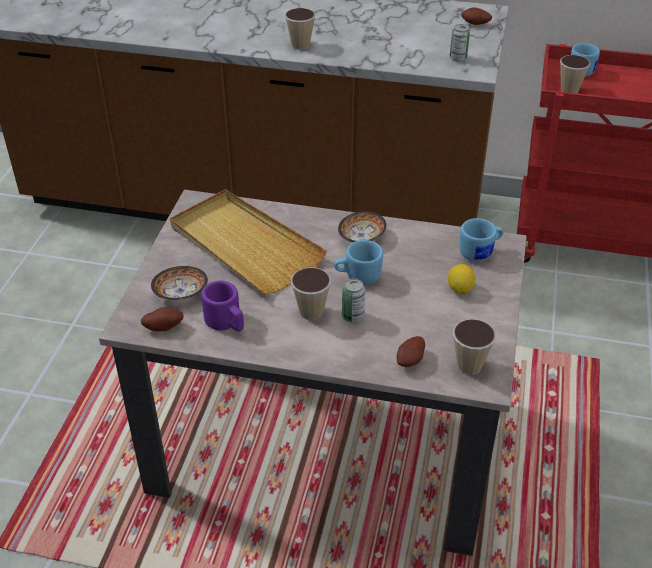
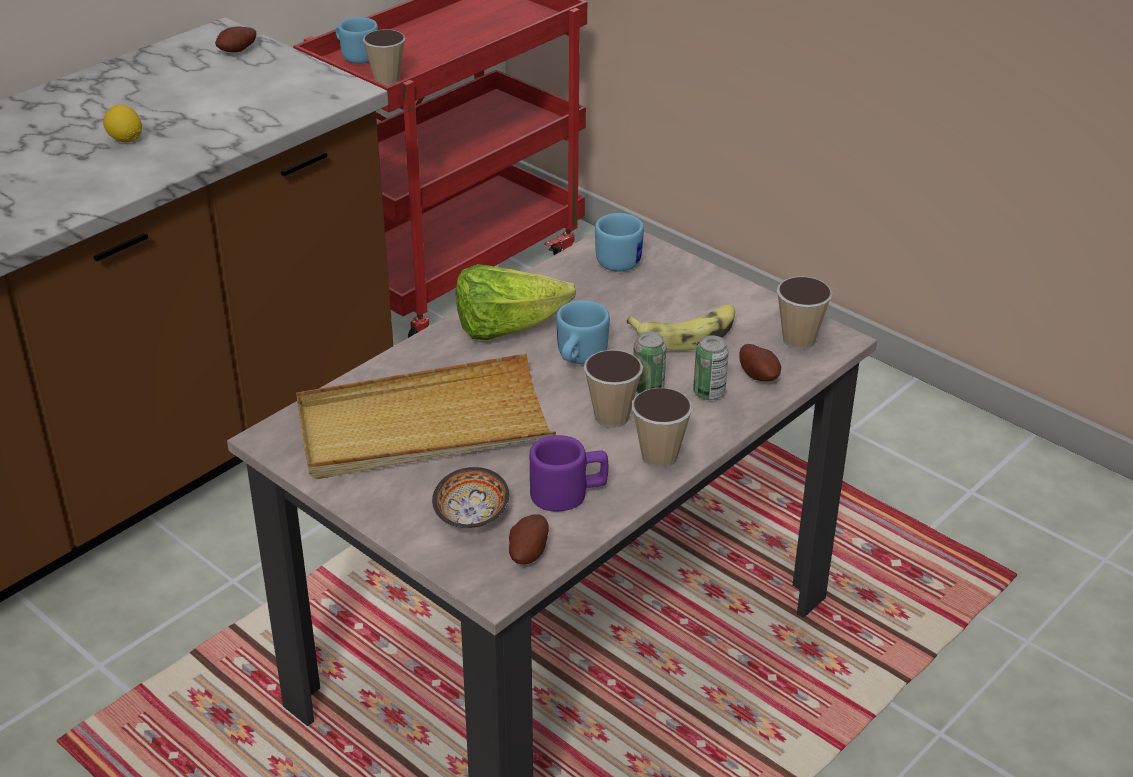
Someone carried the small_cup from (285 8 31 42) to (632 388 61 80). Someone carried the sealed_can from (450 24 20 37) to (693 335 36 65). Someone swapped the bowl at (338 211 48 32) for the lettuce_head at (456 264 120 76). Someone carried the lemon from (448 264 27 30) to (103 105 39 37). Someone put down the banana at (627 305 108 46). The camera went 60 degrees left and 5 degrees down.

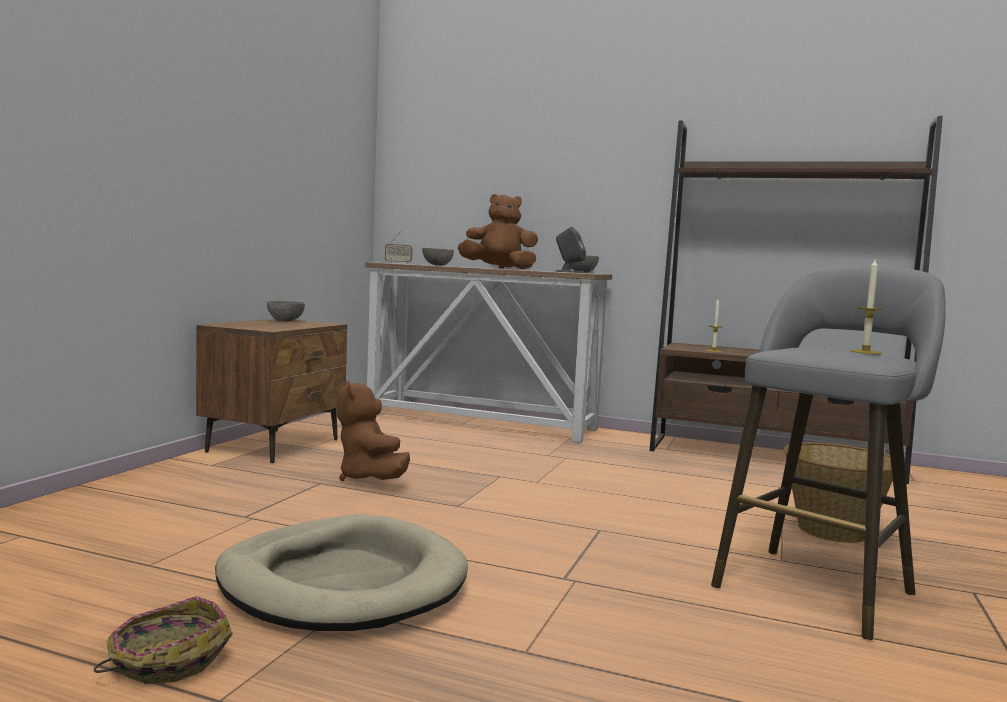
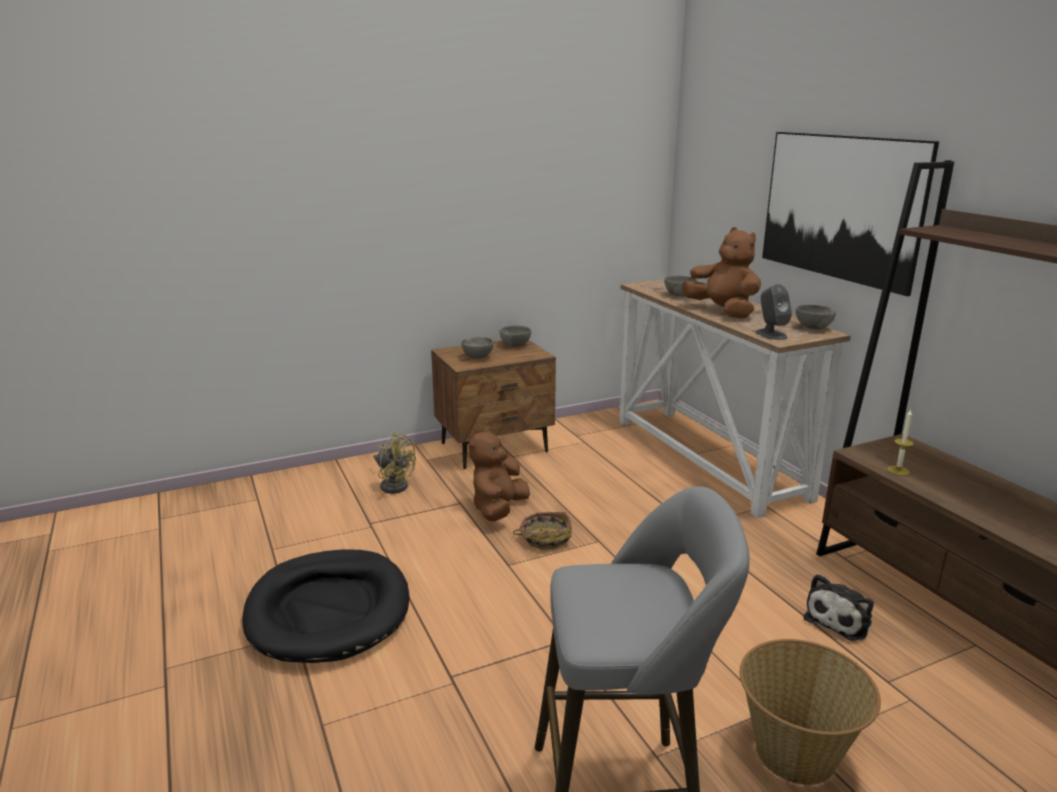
Someone took away the radio_set at (385 231 27 33). Someone took away the wax_light at (850 260 34 94). Someone repainted the beige-coloured_dog_cushion at (215 514 253 117), which became the blackish_dog_cushion at (242 549 168 114). Someone carried the household_basket from (94 596 139 88) to (513 512 58 38). Someone put up the wall_picture at (762 132 177 165). Someone put down the greyish_bowl at (461 337 33 22). Someone put down the yellow-coloured_electric_fan at (374 433 42 61). Someone put down the cuddly_toy at (804 574 70 67). The camera went 45 degrees right and 15 degrees up.

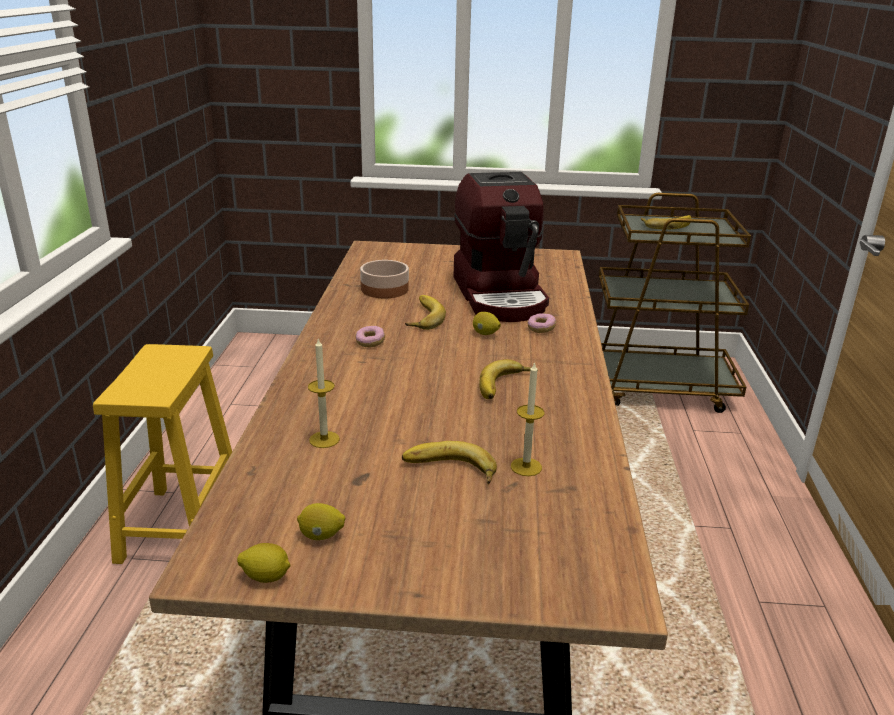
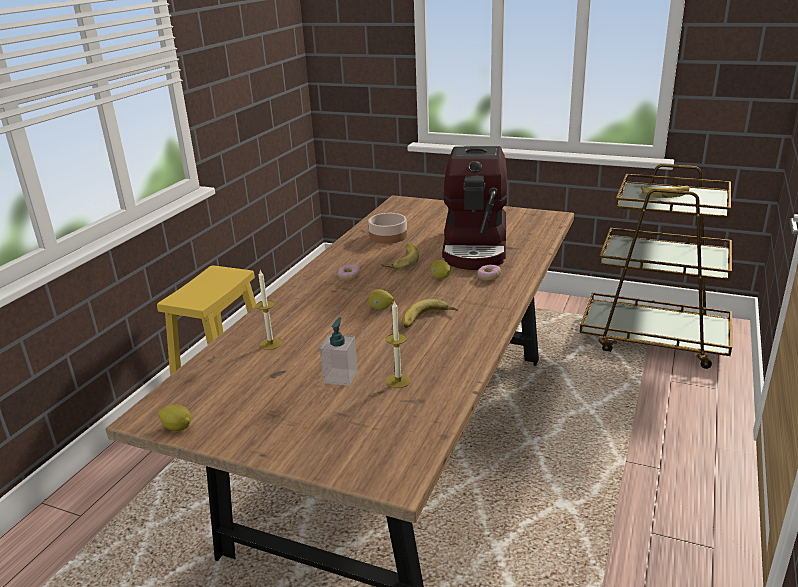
Someone swapped the banana at (402 441 95 43) for the liquid_soap_bottle at (320 317 38 69). Someone carried the lemon from (297 503 48 37) to (369 289 25 21). The camera went 20 degrees right and 0 degrees up.

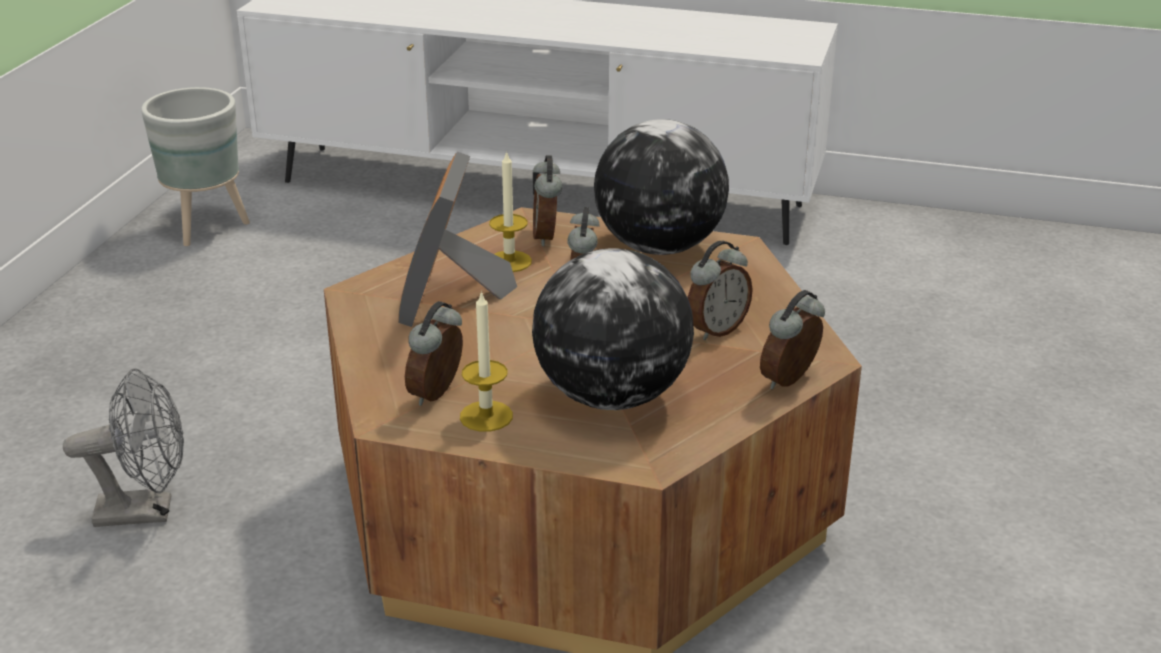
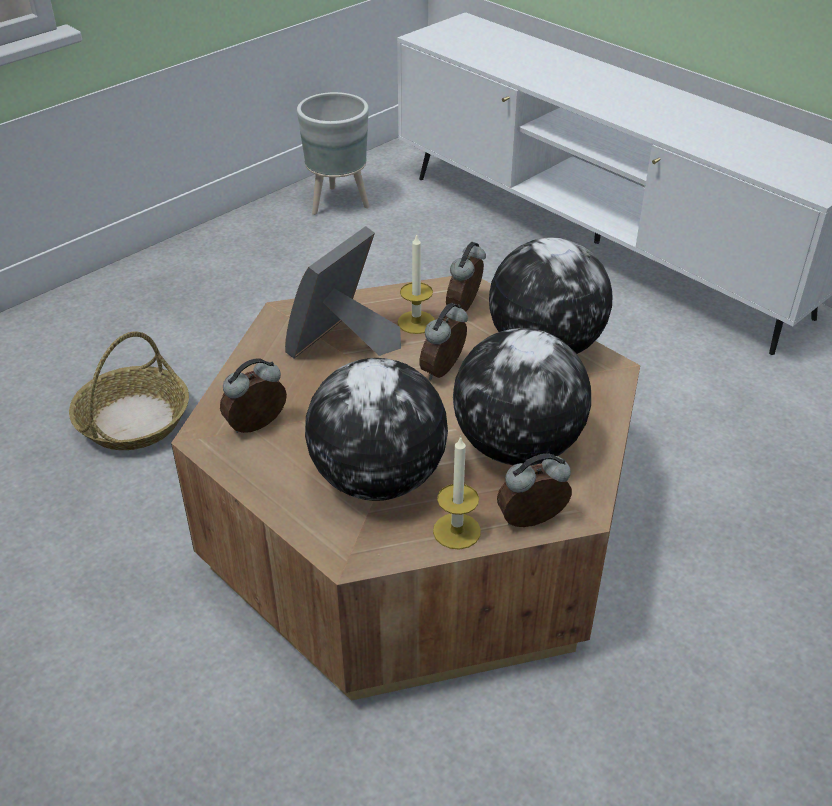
Someone swapped the table_clock at (688 241 65 99) for the globe at (453 328 138 138). Someone carried the wax_light from (460 290 53 142) to (433 436 48 114). Someone swapped the greyish_electric_fan at (63 368 121 159) for the household_basket at (69 331 120 119). The camera went 30 degrees right and 10 degrees up.

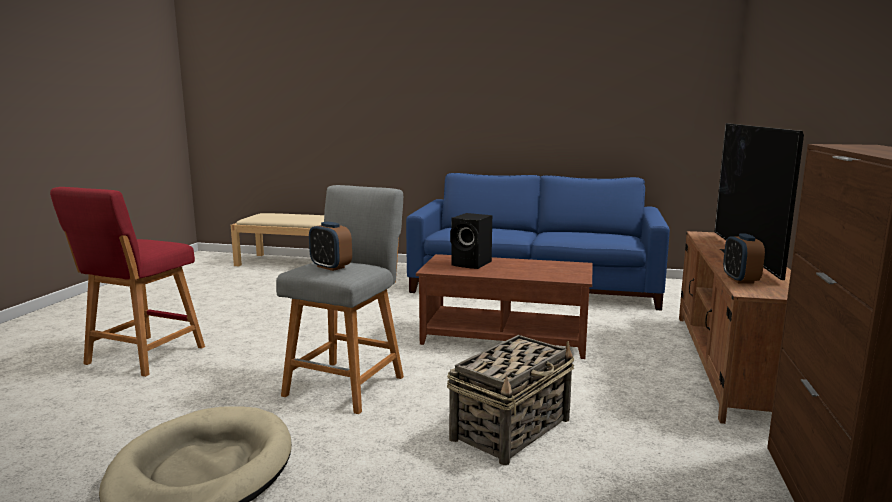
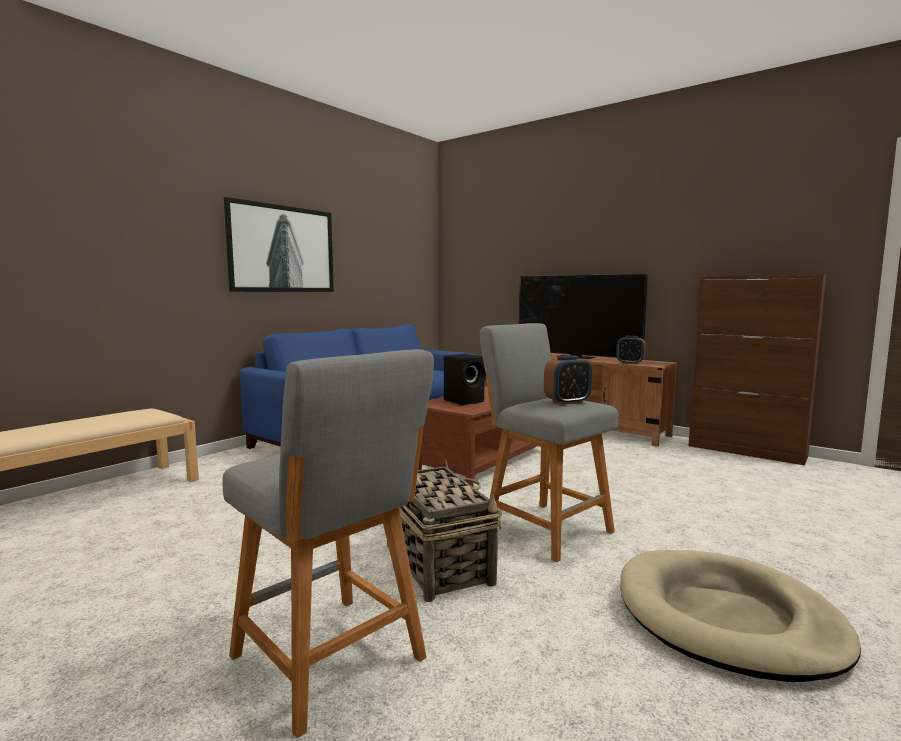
Someone repainted the red-coloured_stool_seat at (50 187 155 190), which became the greyish_stool_seat at (223 349 211 389). Someone carried the household_basket from (447 335 127 130) to (387 459 115 143). Someone put up the wall_picture at (224 197 110 95). The camera went 65 degrees left and 5 degrees down.

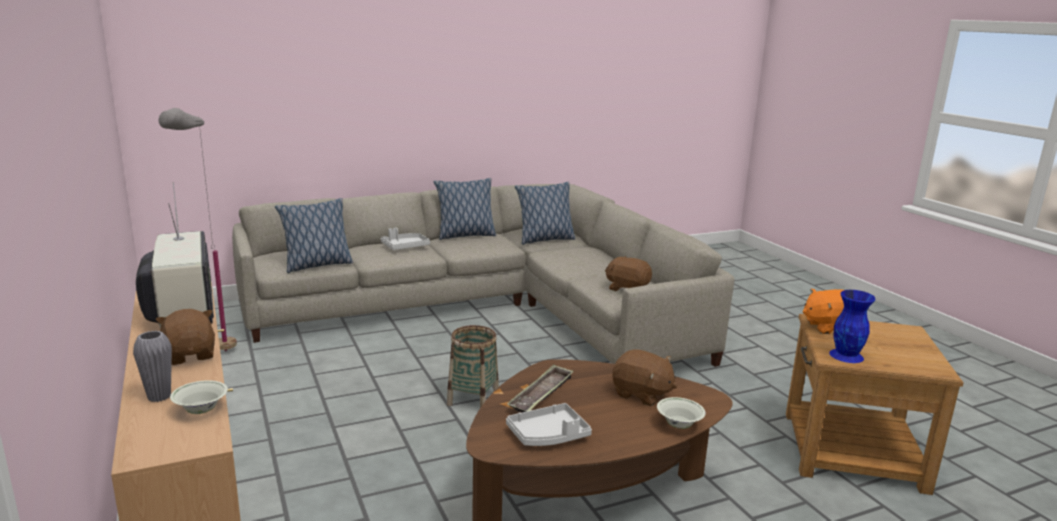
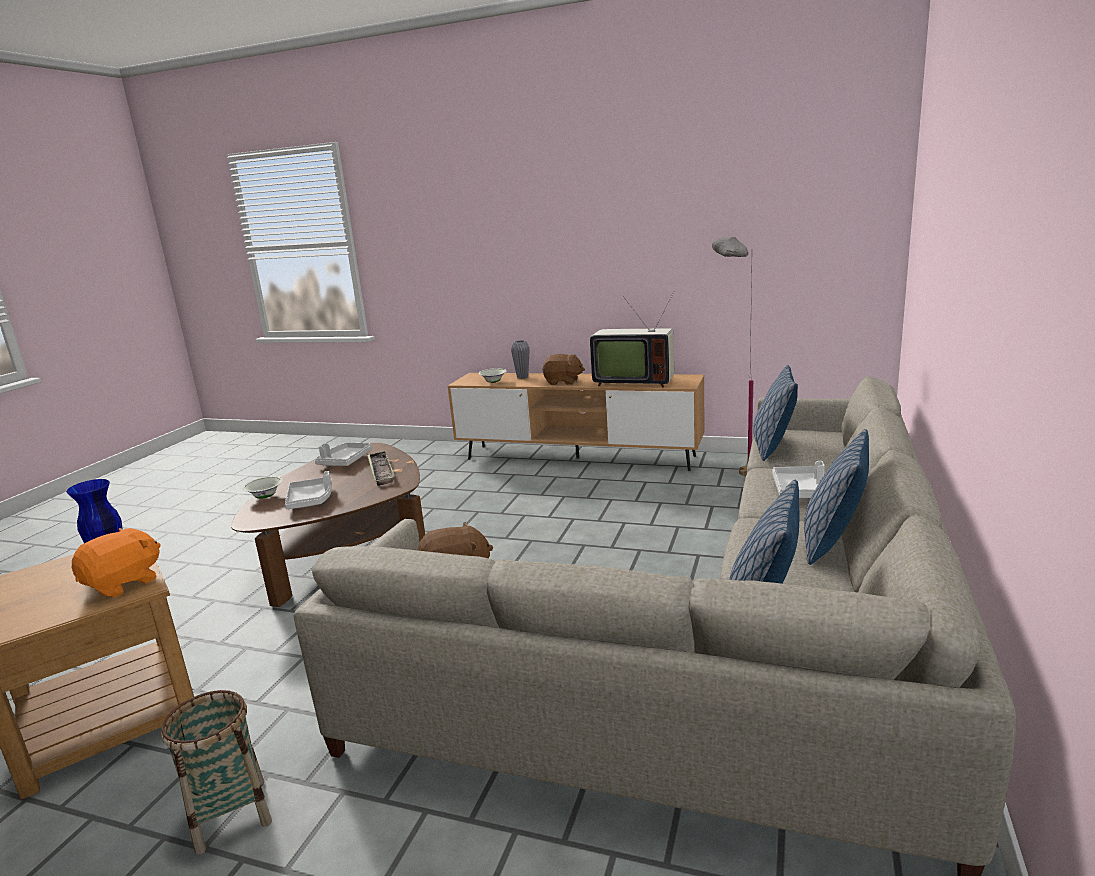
Someone carried the household_basket from (447 325 52 82) to (161 690 111 165). Someone swapped the brownish_cuddly_toy at (612 349 65 57) for the greyish_tray at (285 471 47 38). The camera went 135 degrees right and 0 degrees up.

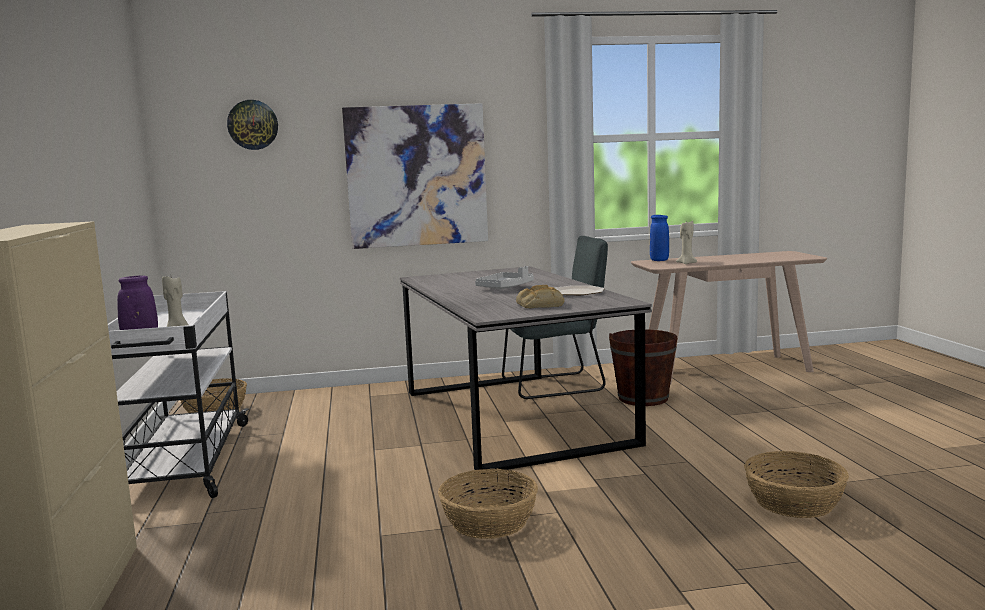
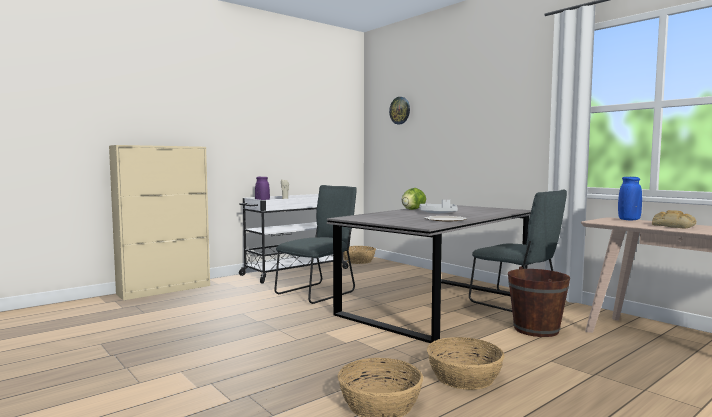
Someone took away the wall_picture at (342 103 146 146). Someone took away the beige-coloured_wax_light at (676 221 21 43). Someone carried the bakery_bread from (516 285 48 23) to (652 210 44 18). Someone carried the household_basket from (438 469 100 70) to (427 337 78 53). Someone put down the greyish_plain_chair at (274 185 83 119). Someone put down the lettuce_head at (402 188 24 22). The camera went 60 degrees right and 5 degrees down.

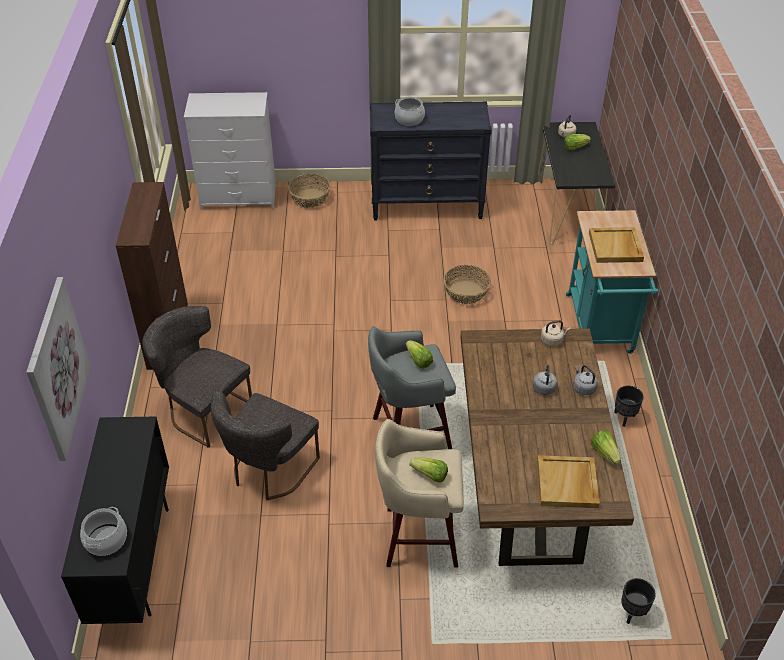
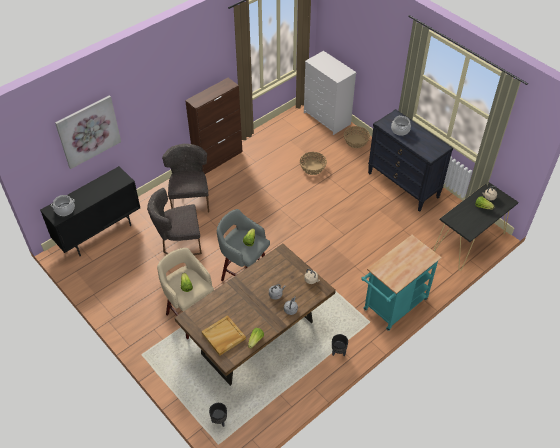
Someone took away the beige-coloured_tray at (589 227 55 36). Someone carried the household_basket from (443 265 48 39) to (300 152 27 23). The camera went 50 degrees right and 5 degrees up.

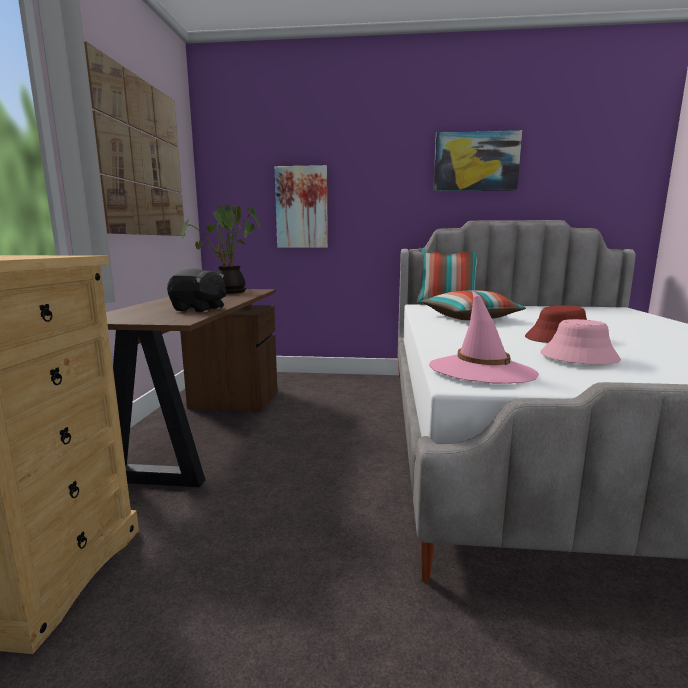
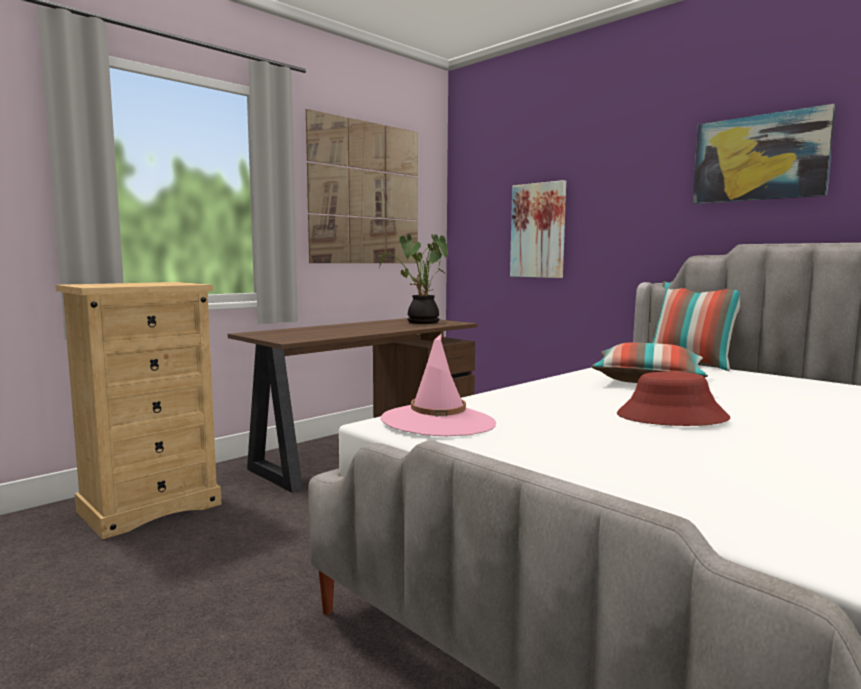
Someone took away the blackish_cuddly_toy at (167 269 59 43). Someone took away the pink-coloured_wearable_hat at (540 319 81 46). The camera went 40 degrees right and 5 degrees down.

